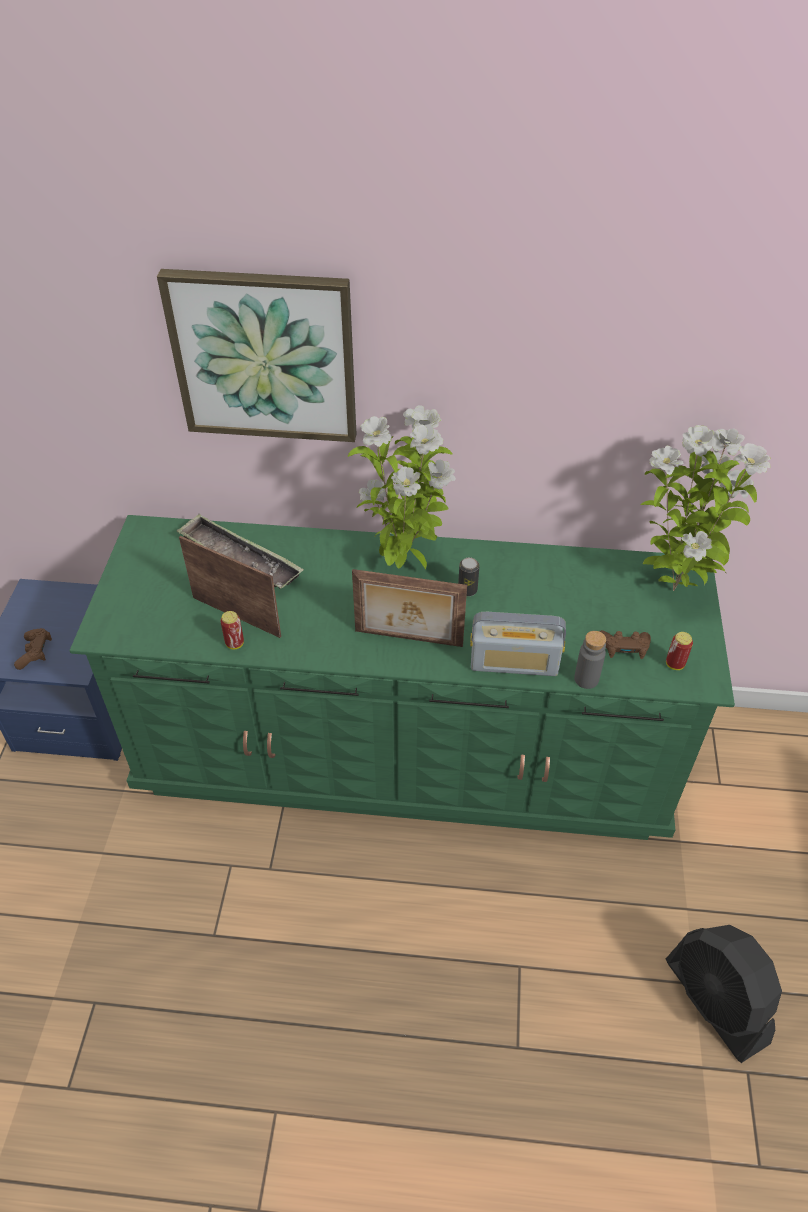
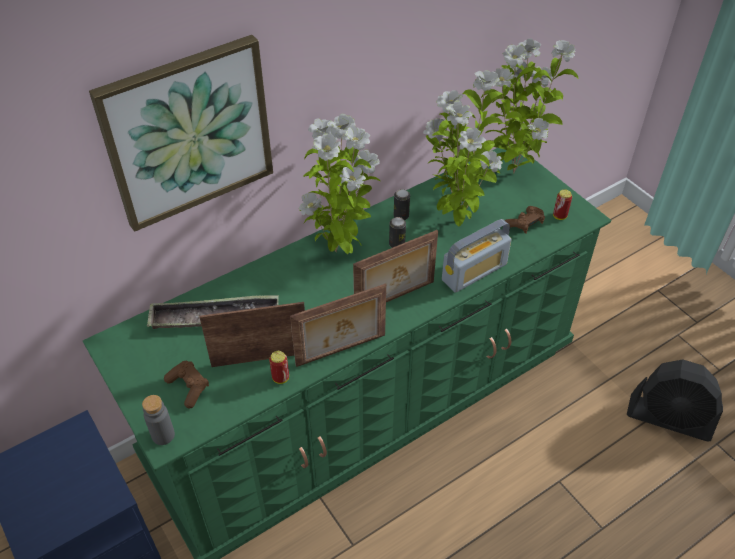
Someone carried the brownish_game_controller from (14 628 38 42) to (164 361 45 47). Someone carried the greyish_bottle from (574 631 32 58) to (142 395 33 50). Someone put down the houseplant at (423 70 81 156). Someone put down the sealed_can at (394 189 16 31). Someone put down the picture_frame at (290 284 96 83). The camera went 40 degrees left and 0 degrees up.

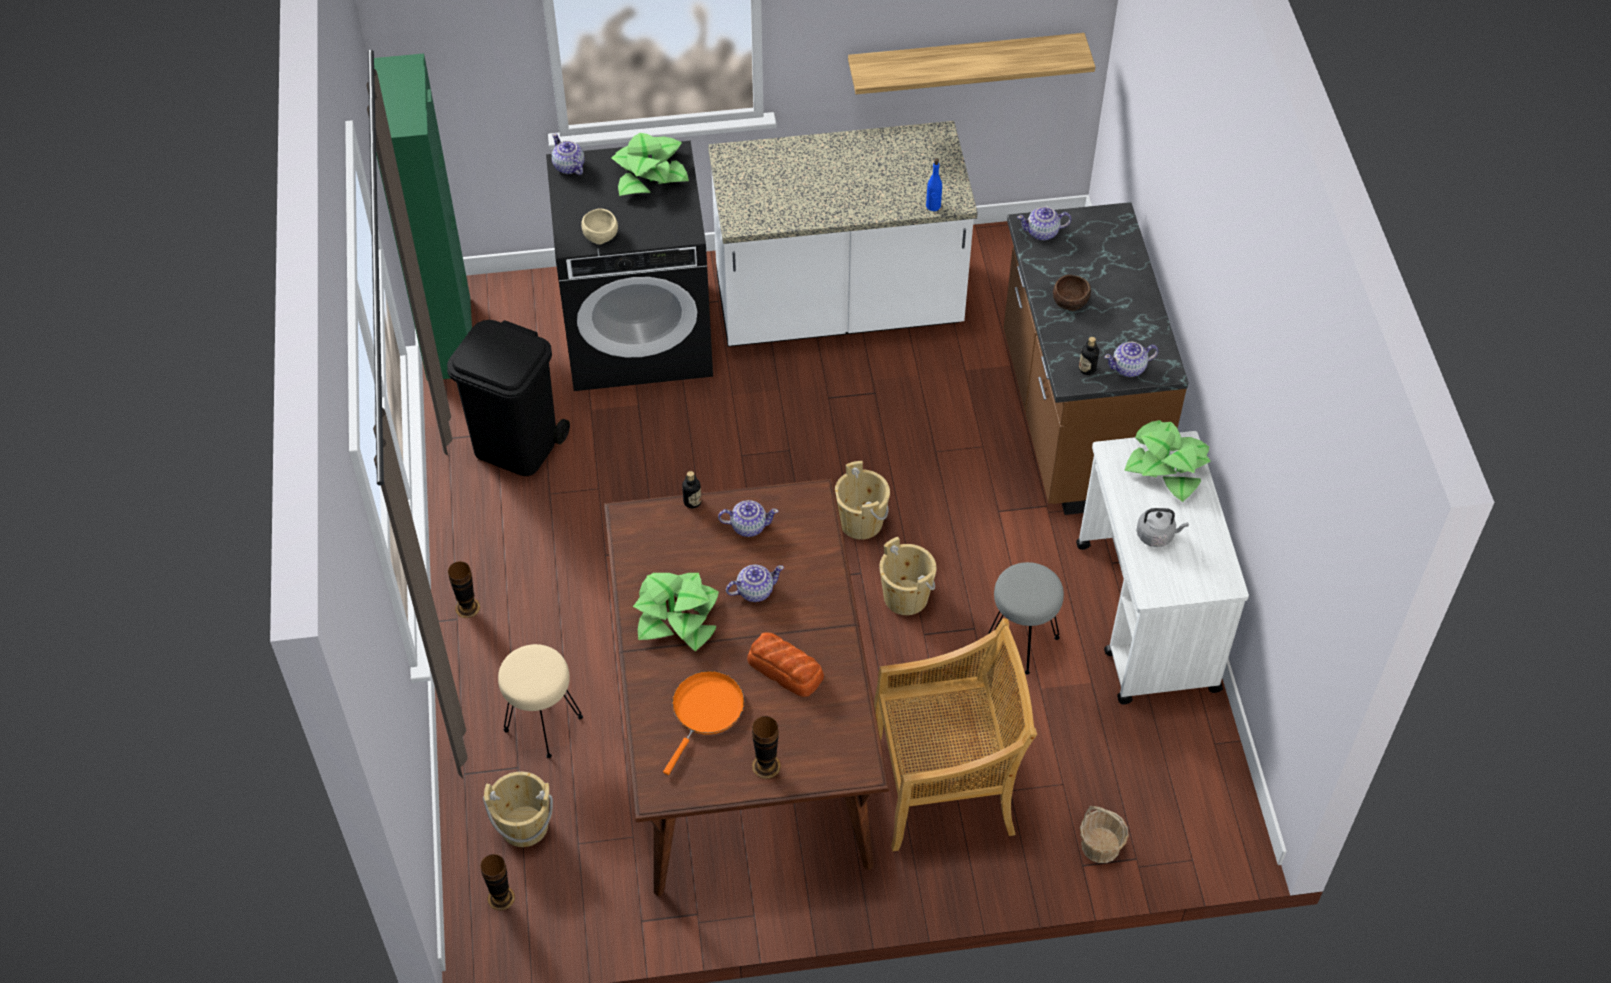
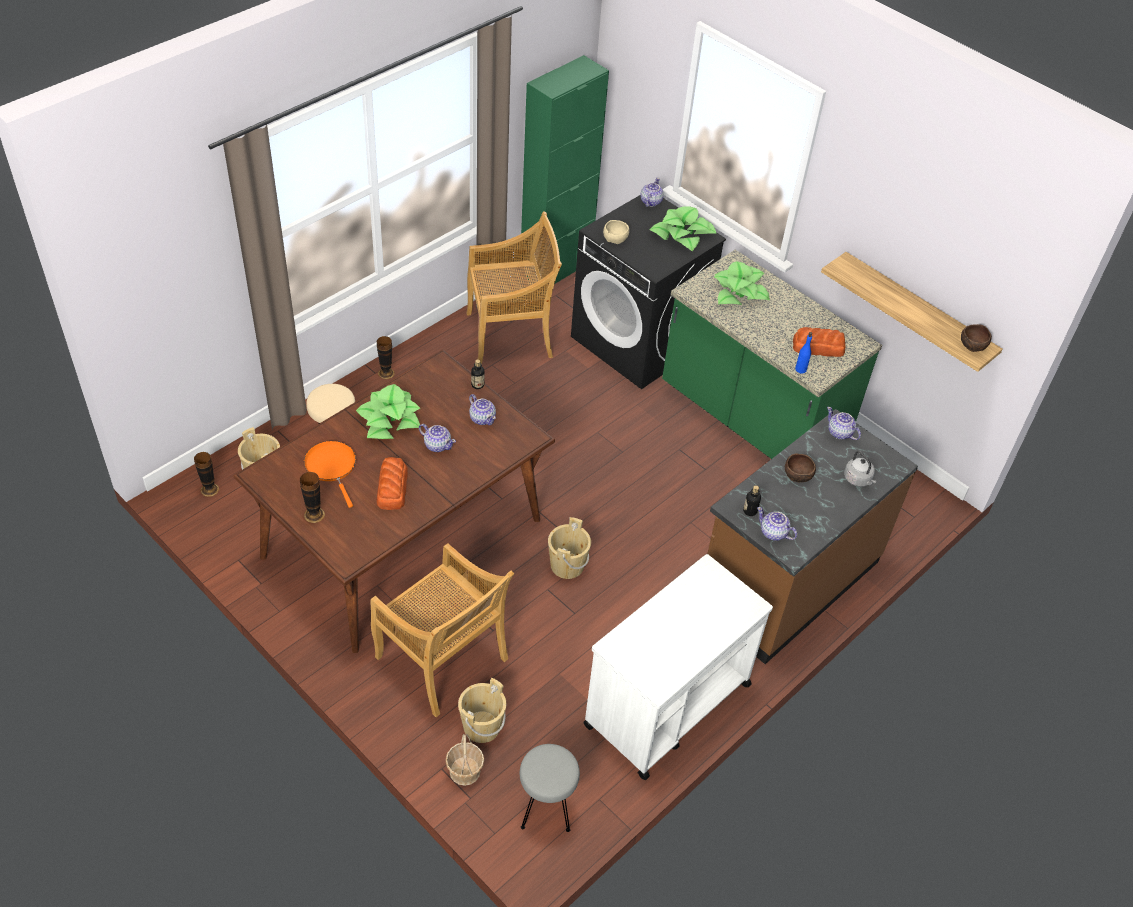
Someone repainted the white-coloured_kitchen_counter at (708 121 270 226), which became the green-coloured_kitchen_counter at (662 250 220 209). Someone swapped the blackish_waste_bin at (447 320 123 156) for the beige-coloured_plain_chair at (467 211 95 153). Someone carried the houseplant from (1124 420 87 82) to (714 261 56 44). Someone carried the beige-coloured_water_bucket from (835 461 55 79) to (458 678 48 65). Someone carried the greyish_water_kettle from (1136 508 53 39) to (844 451 33 36). Someone carried the greyish_stool_seat from (988 562 76 113) to (520 744 60 88). Someone rotated the orange-coloured_frying_pan at (663 671 82 104) by 105 degrees counterclockwise. Someone put down the brownish_bowl at (961 324 31 28). Someone put down the bakery_bread at (793 327 52 30). The camera went 50 degrees right and 5 degrees down.

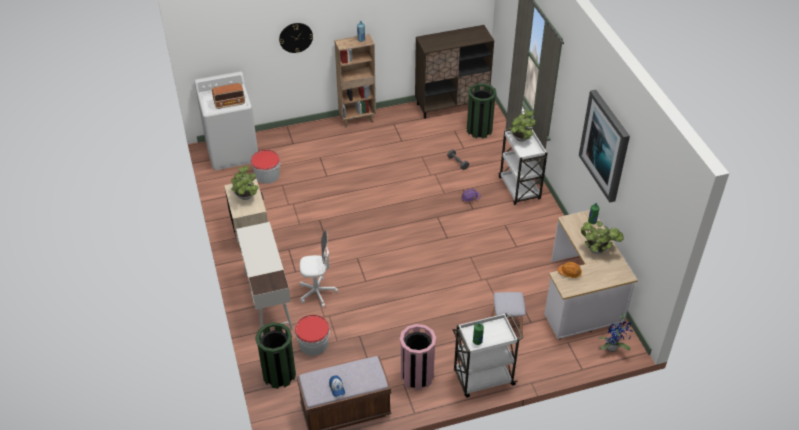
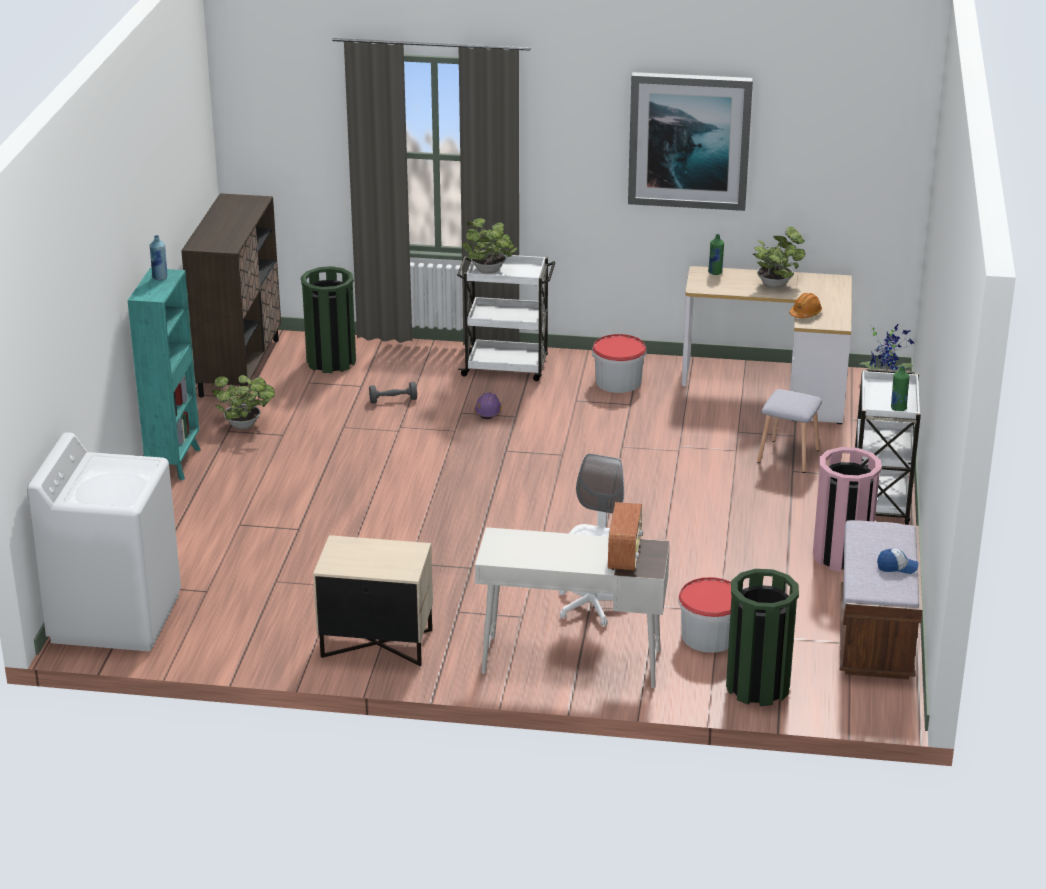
Someone took away the wall_clock at (279 23 34 30). Someone repainted the brownish_shelving_unit at (334 34 42 94), which became the blue-green_shelving_unit at (128 268 73 212). Someone carried the radio_set from (212 83 33 26) to (608 502 35 70). Someone carried the water_bucket from (251 150 29 34) to (592 334 54 59). Someone carried the houseplant from (231 166 28 34) to (211 375 64 54). The camera went 65 degrees left and 15 degrees down.

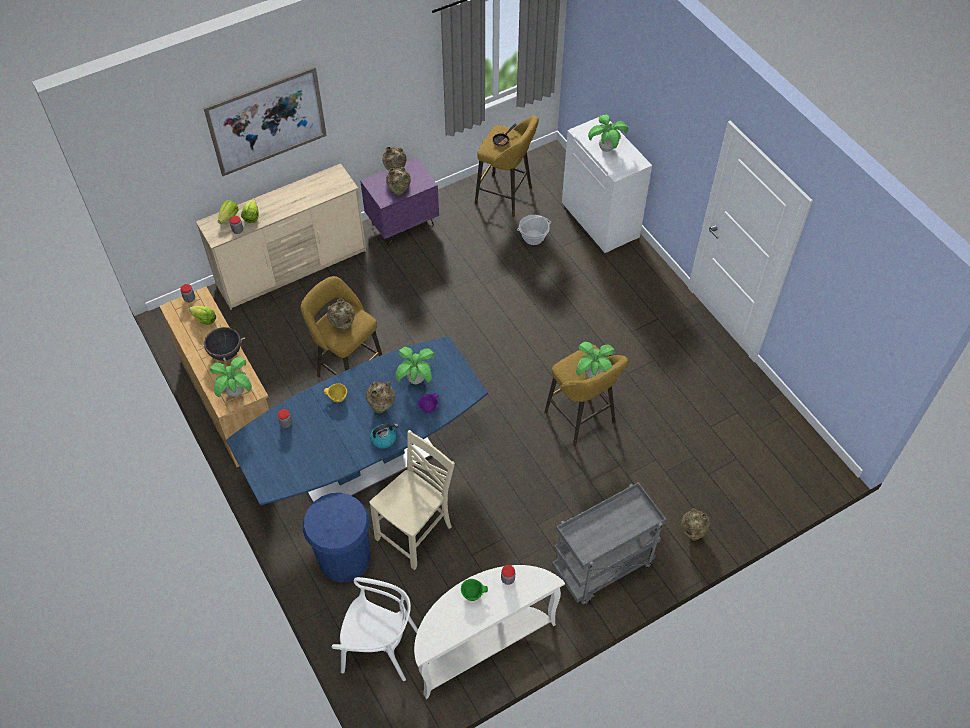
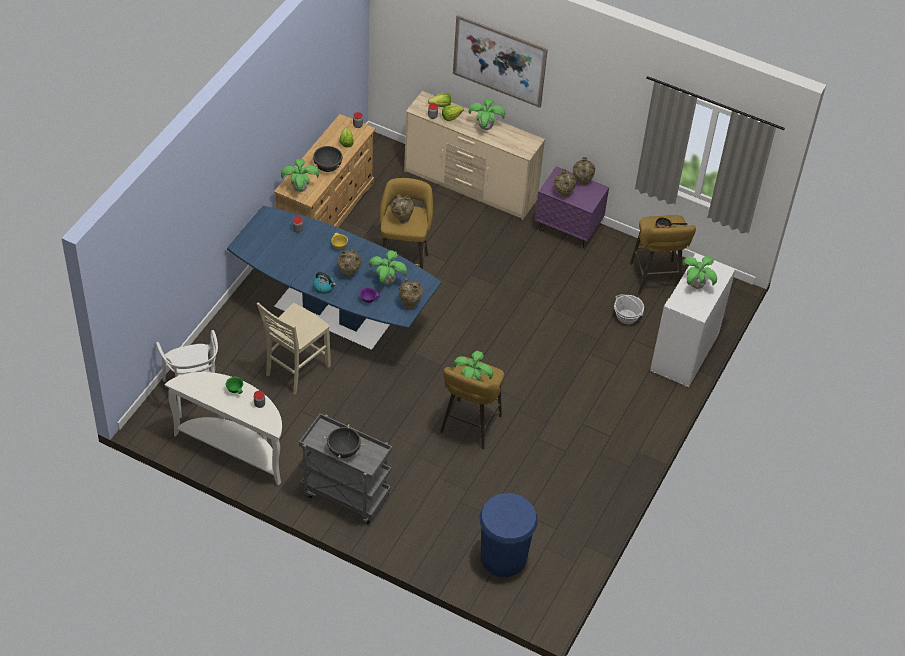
Someone rotated the beige-coloured_plain_chair at (369 430 86 140) by 120 degrees clockwise. Someone carried the bluish_waste_bin from (303 493 67 90) to (480 493 58 84). Someone carried the beige-coloured_flower_vase from (681 508 29 33) to (399 278 24 31). Someone put down the houseplant at (469 98 36 32). Someone put down the blackish_cooking_pot at (324 425 40 34). The camera went 55 degrees right and 5 degrees down.

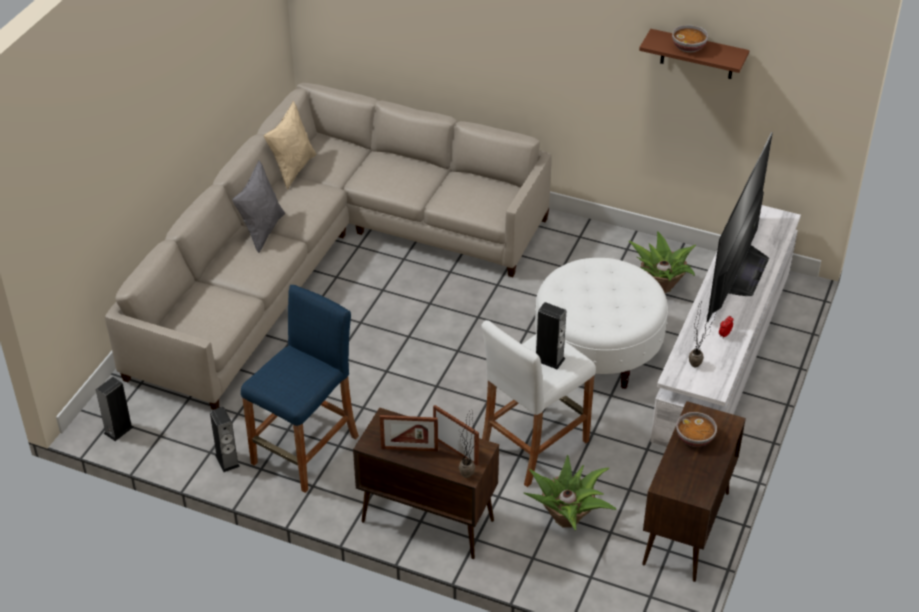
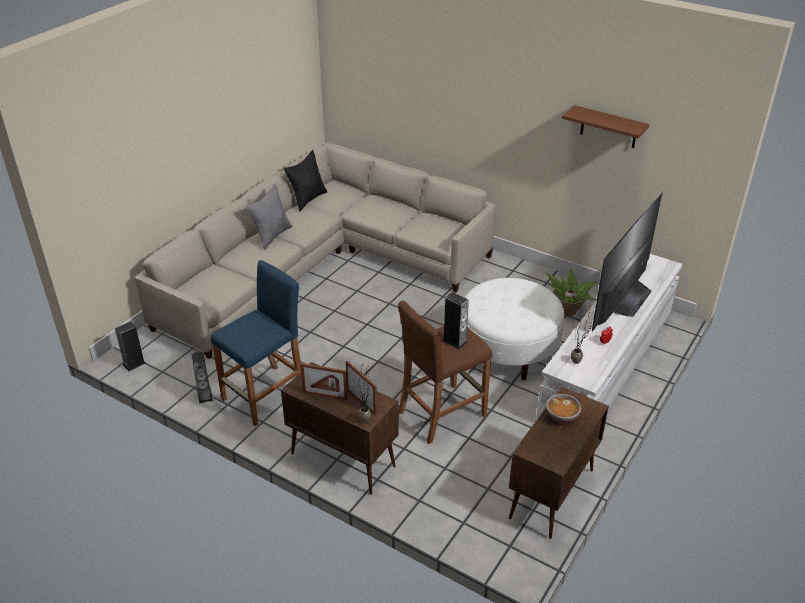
Someone took away the bowl at (672 25 36 28). Someone repainted the beige-coloured_cushion at (264 101 53 88), which became the blackish_cushion at (284 150 43 62). Someone repainted the white-coloured_stool_seat at (481 320 115 167), which became the brownish_stool_seat at (398 301 94 143). Someone took away the houseplant at (523 455 94 75). The camera went 10 degrees right and 5 degrees down.

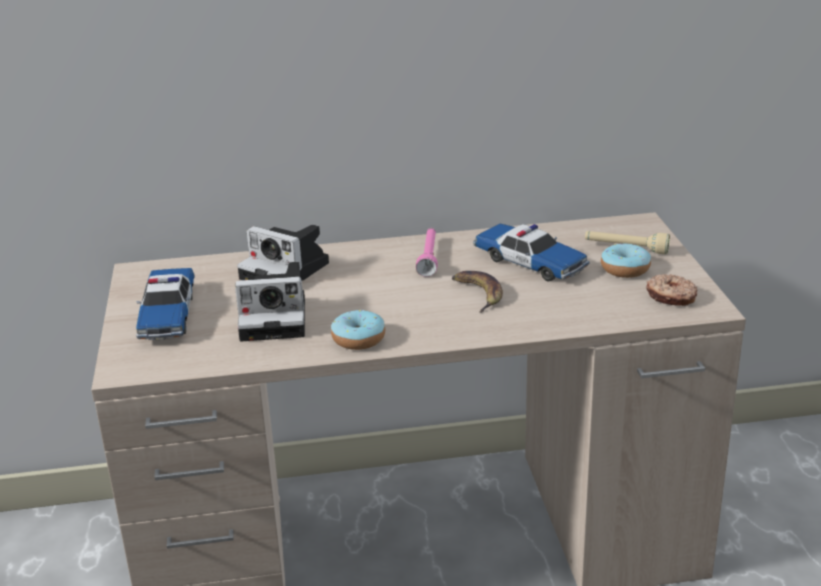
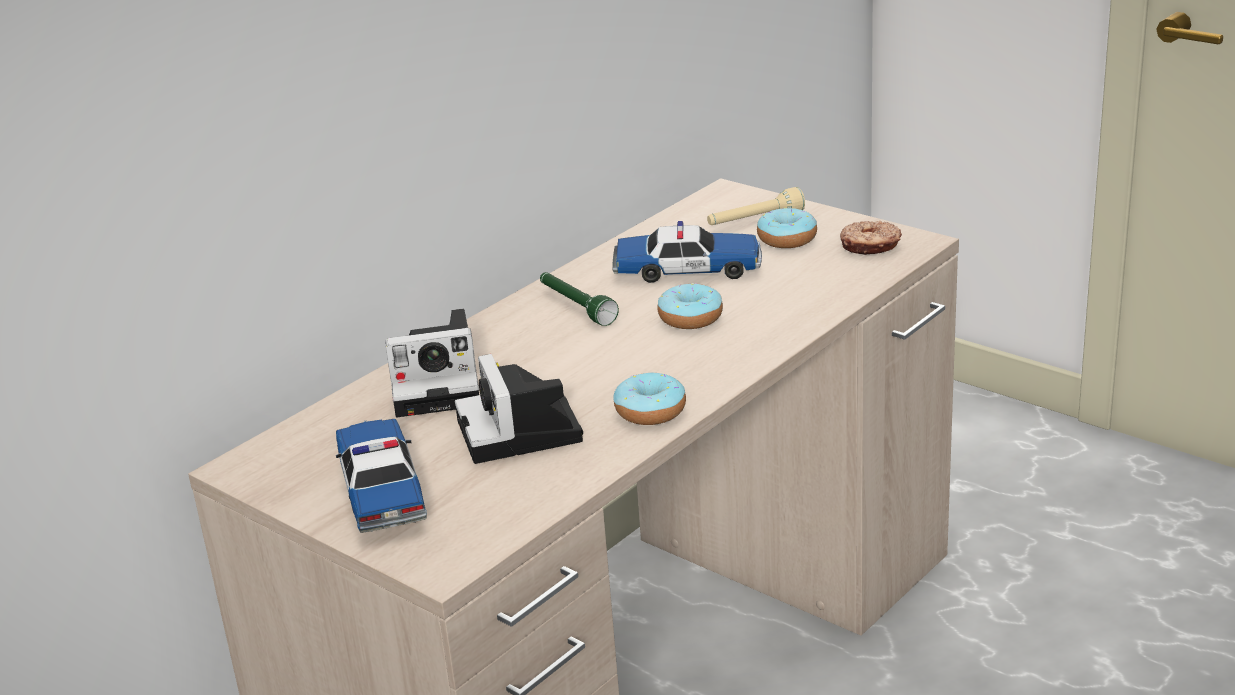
Someone repainted the pink-coloured_hand_torch at (416 228 22 49), which became the green-coloured_hand_torch at (540 272 79 54). Someone rotated the photo_camera at (235 262 70 80) by 120 degrees clockwise. Someone rotated the model_car at (136 268 59 73) by 150 degrees counterclockwise. Someone swapped the banana at (452 271 51 42) for the doughnut at (657 283 66 46). The camera went 40 degrees left and 0 degrees up.

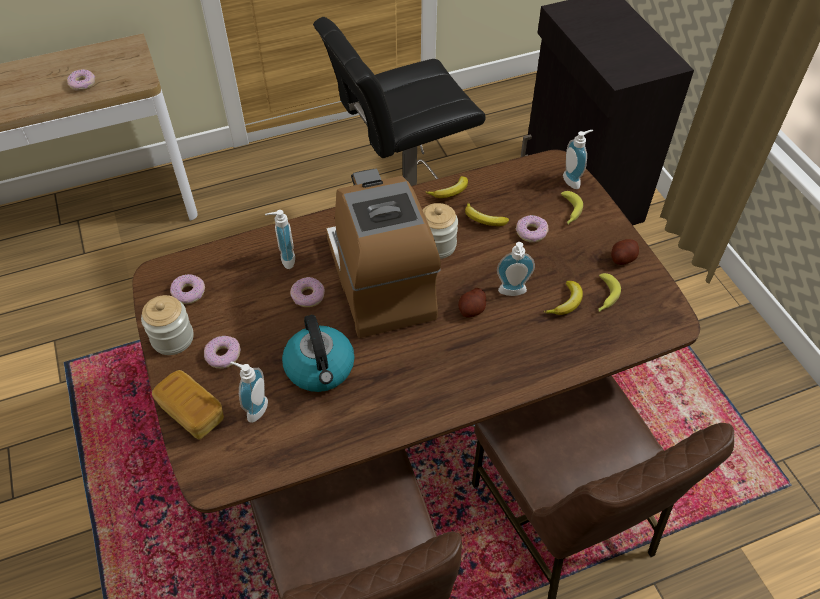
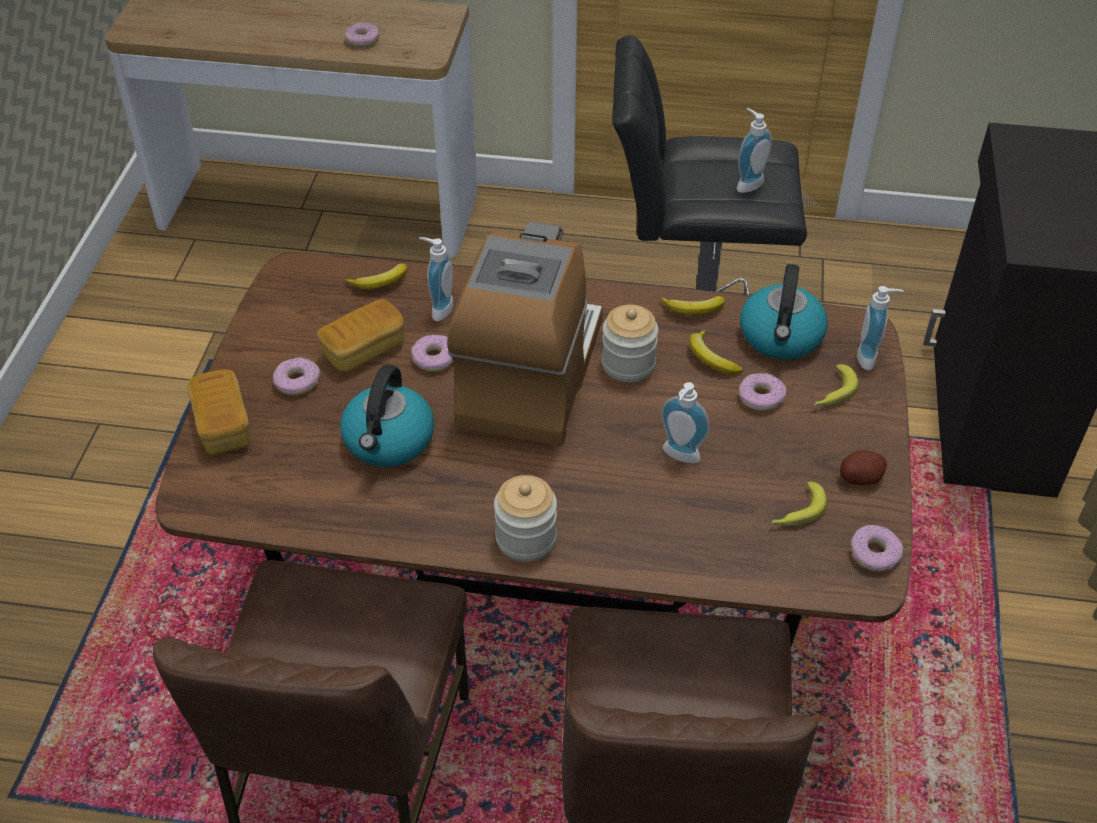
Someone carried the doughnut from (170 274 35 30) to (851 525 52 47). Someone carried the banana from (543 281 40 34) to (345 263 62 26). Someone took away the spud at (458 288 28 30). Someone carried the jar from (141 295 52 60) to (494 475 63 87). Someone carried the liquid_soap_bottle from (230 362 38 61) to (737 108 35 85). Someone put down the water_kettle at (740 264 88 95). Someone put down the bakery_bread at (317 299 87 73). The camera went 30 degrees right and 5 degrees down.

